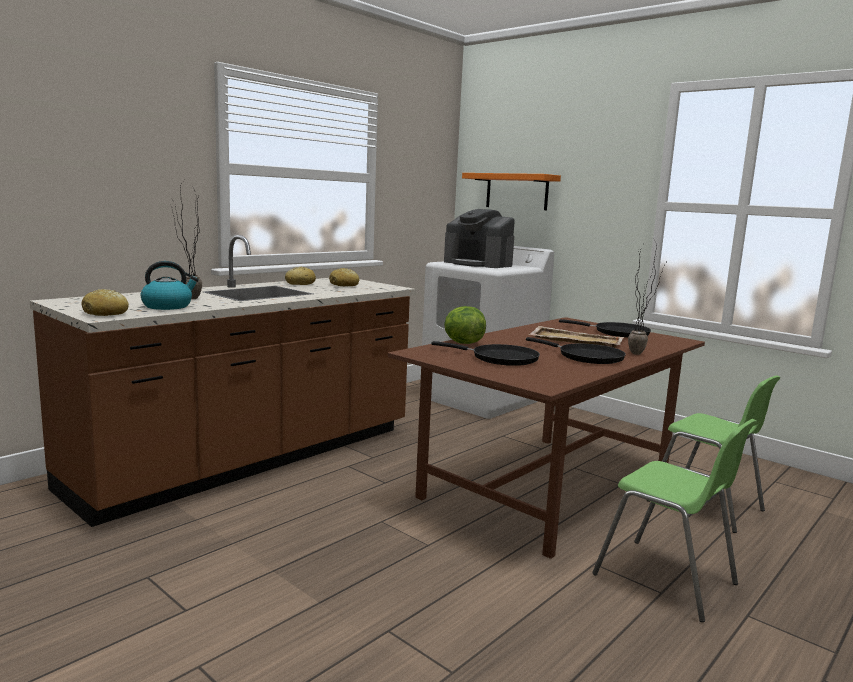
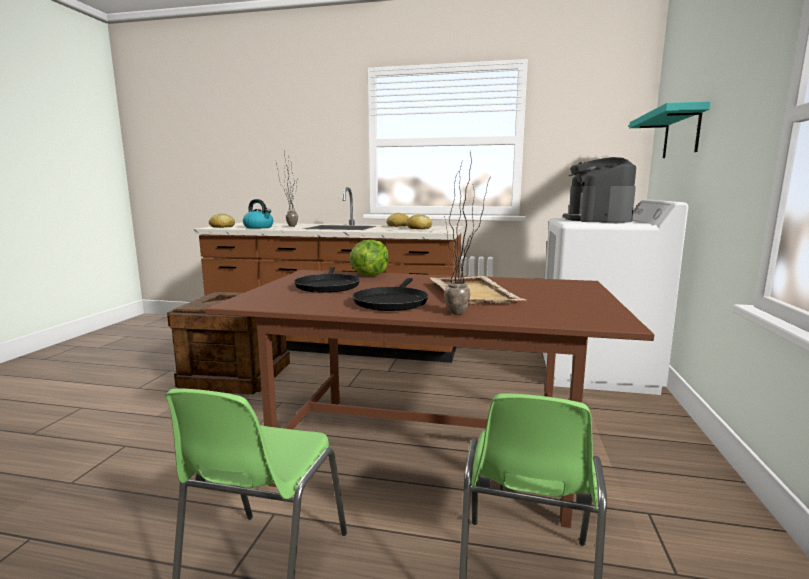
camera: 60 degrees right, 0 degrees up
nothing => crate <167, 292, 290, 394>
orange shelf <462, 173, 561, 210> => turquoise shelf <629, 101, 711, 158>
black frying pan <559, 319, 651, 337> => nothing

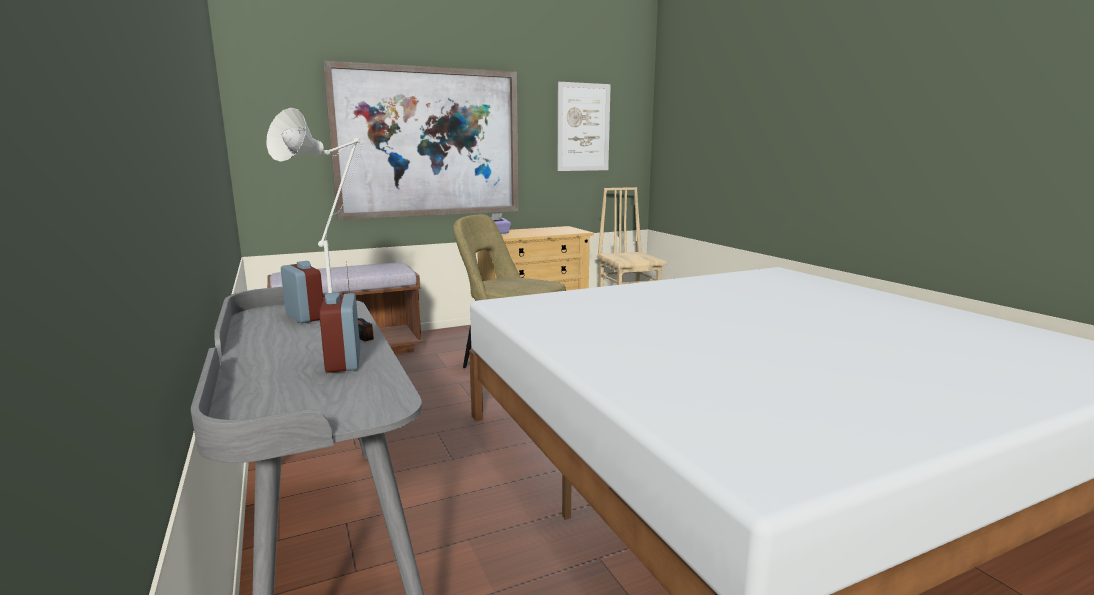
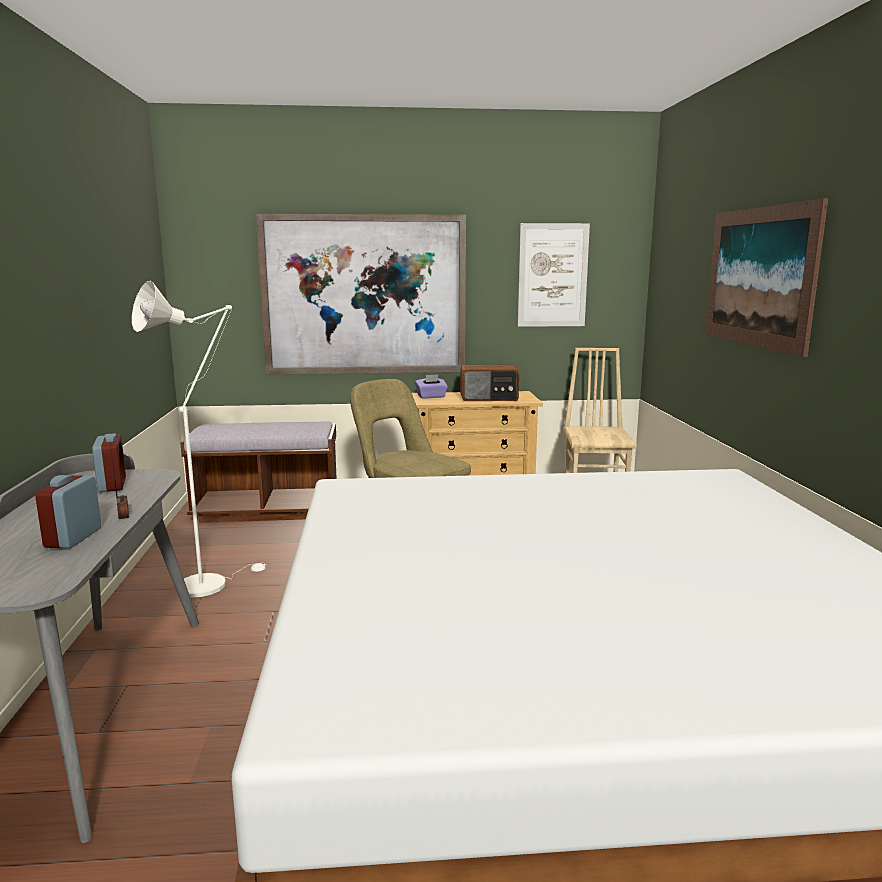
camera: 20 degrees right, 0 degrees up
nothing => radio <460, 365, 519, 401>
nothing => picture <705, 198, 828, 357>

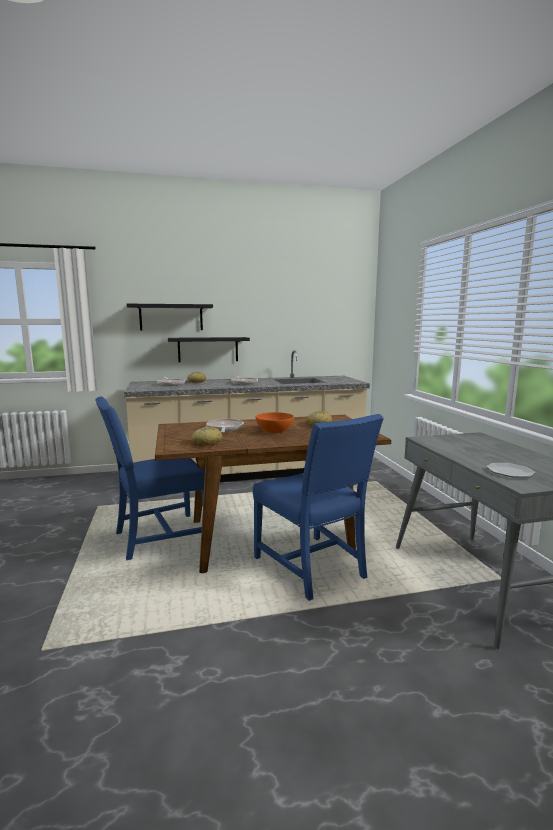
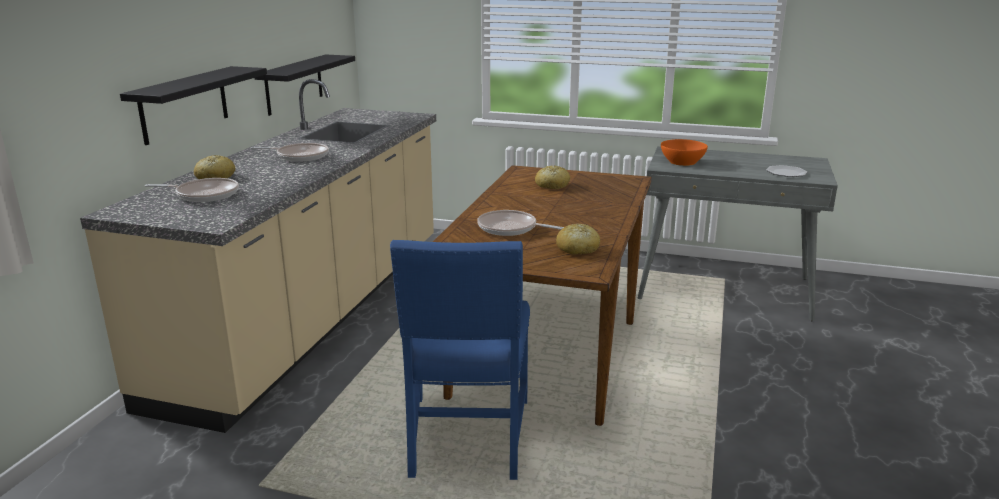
camera: 60 degrees left, 10 degrees up
black shelf <127, 304, 213, 330> => black shelf <254, 54, 355, 116>, moved
orange bowl <256, 412, 294, 434> => orange bowl <661, 139, 708, 166>, moved
blue chair <253, 414, 384, 601> => nothing

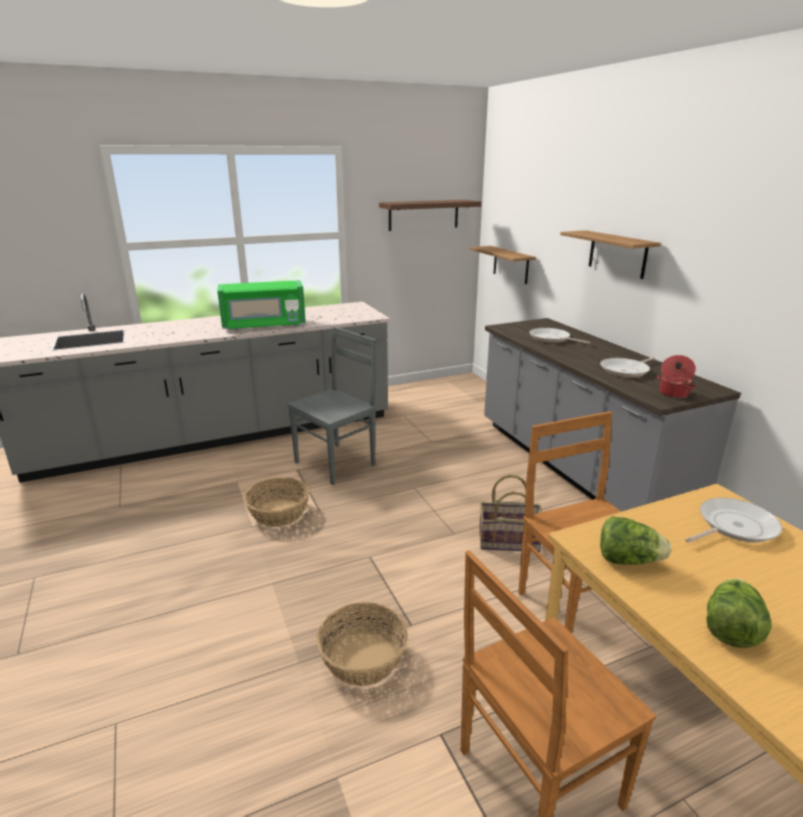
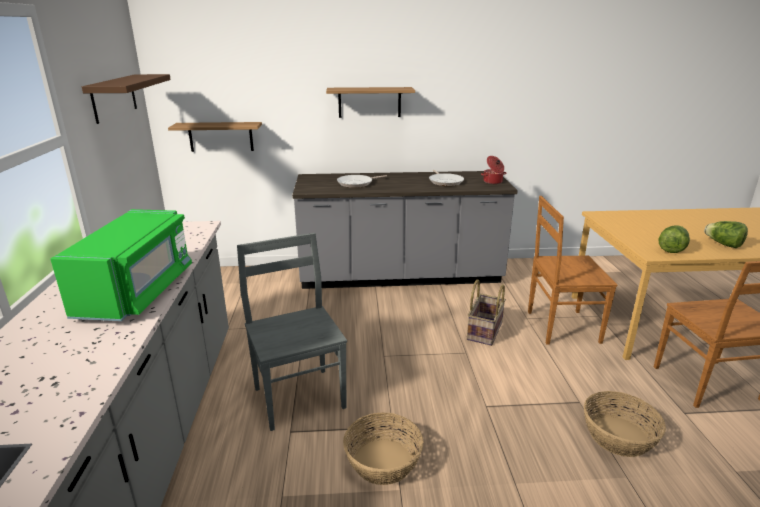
camera: 70 degrees left, 0 degrees up
frying pan <685, 498, 782, 543> => nothing

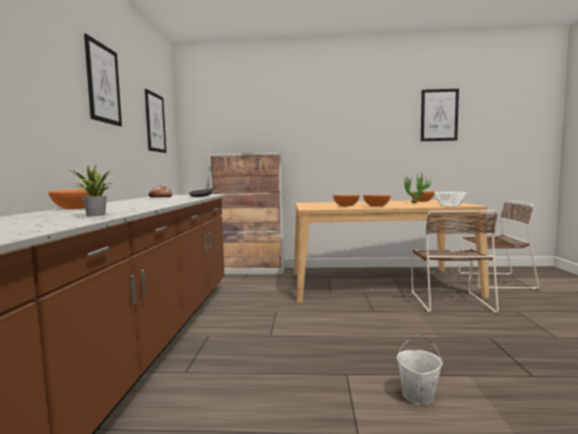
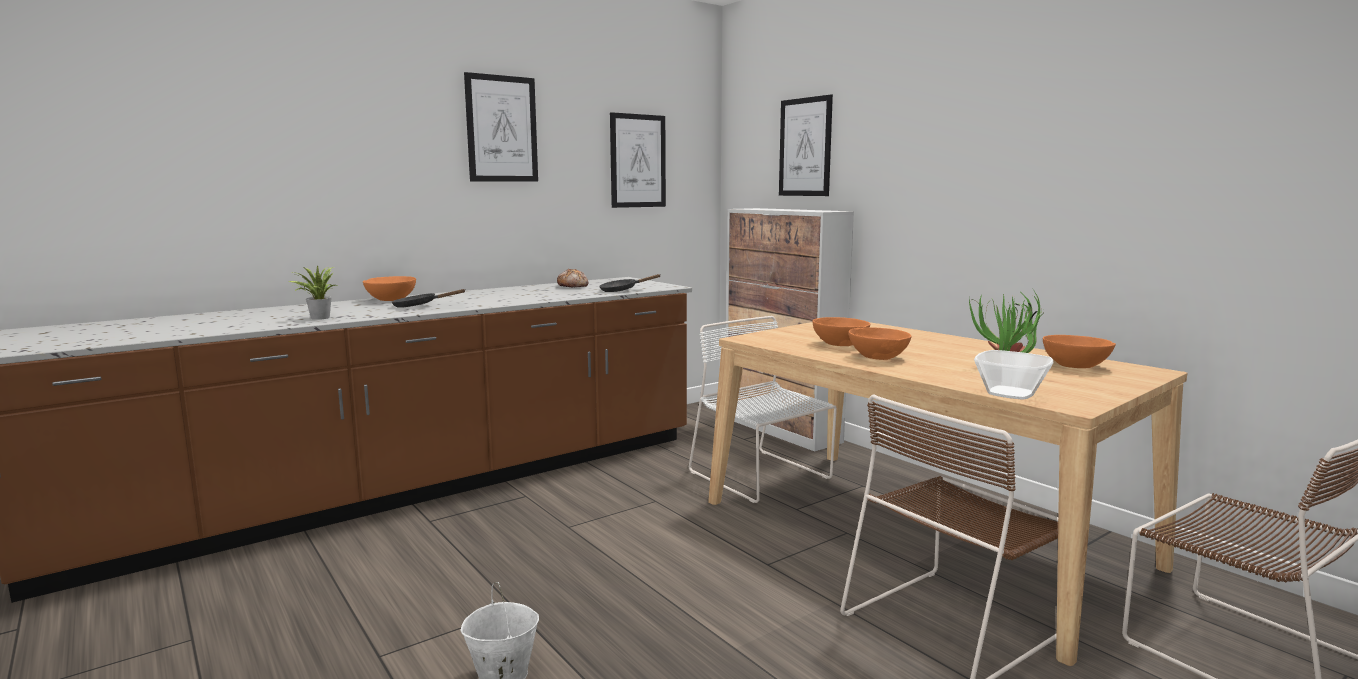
camera: 50 degrees right, 5 degrees up
nothing => black frying pan <392, 289, 465, 308>
nothing => white chair <689, 316, 837, 503>
picture <421, 89, 459, 141> => picture <779, 94, 833, 196>, moved

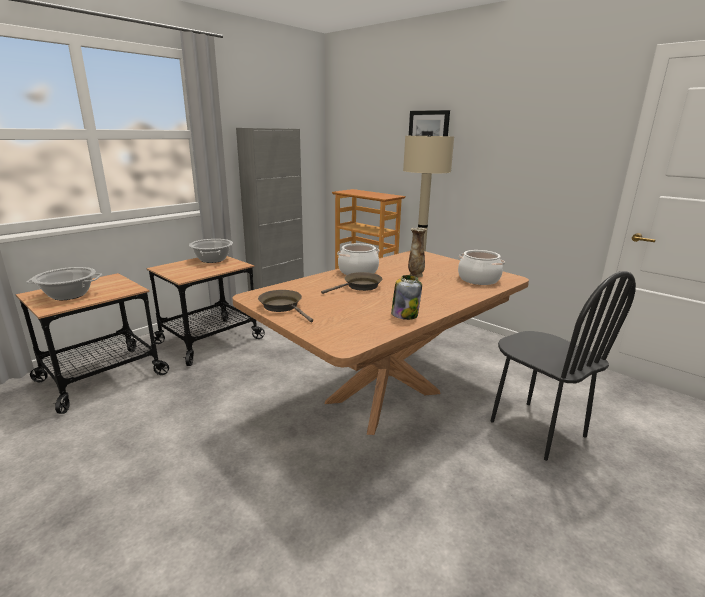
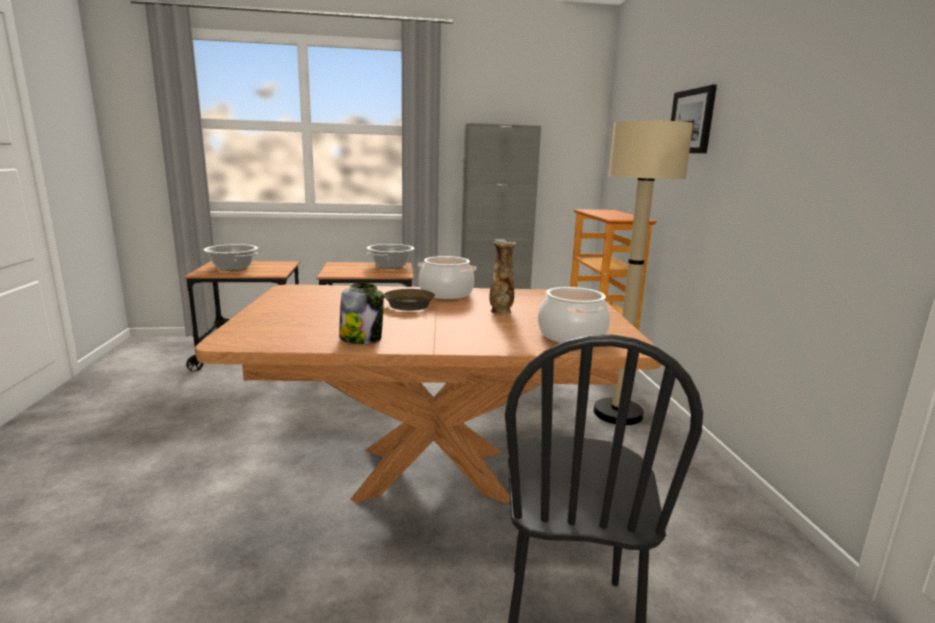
camera: 40 degrees right, 5 degrees down
brown frying pan <258, 290, 313, 322> => nothing

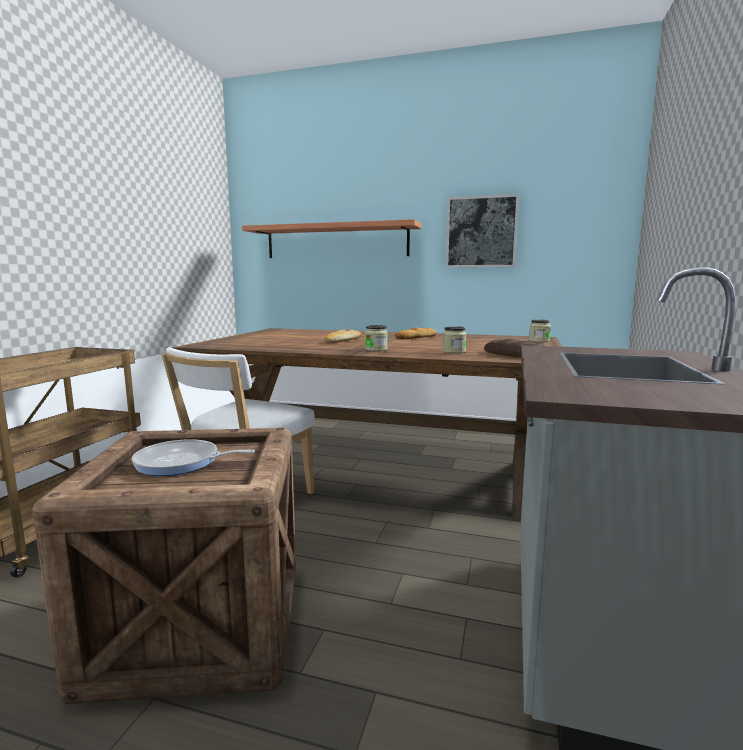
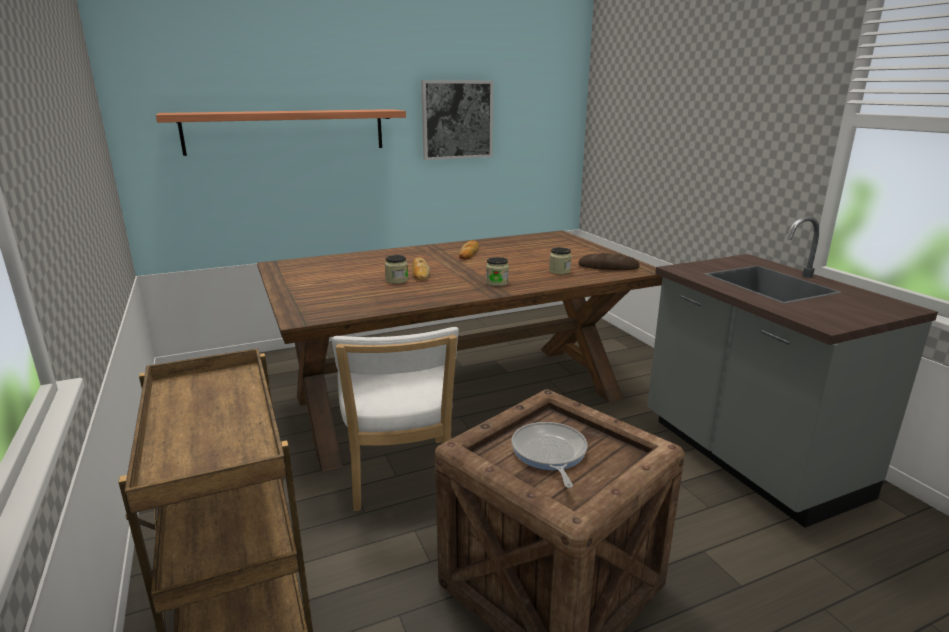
camera: 40 degrees left, 10 degrees up
jar <529, 320, 551, 342> => jar <385, 255, 408, 284>, moved
frying pan <132, 439, 255, 476> => frying pan <512, 422, 588, 488>, 120 degrees clockwise

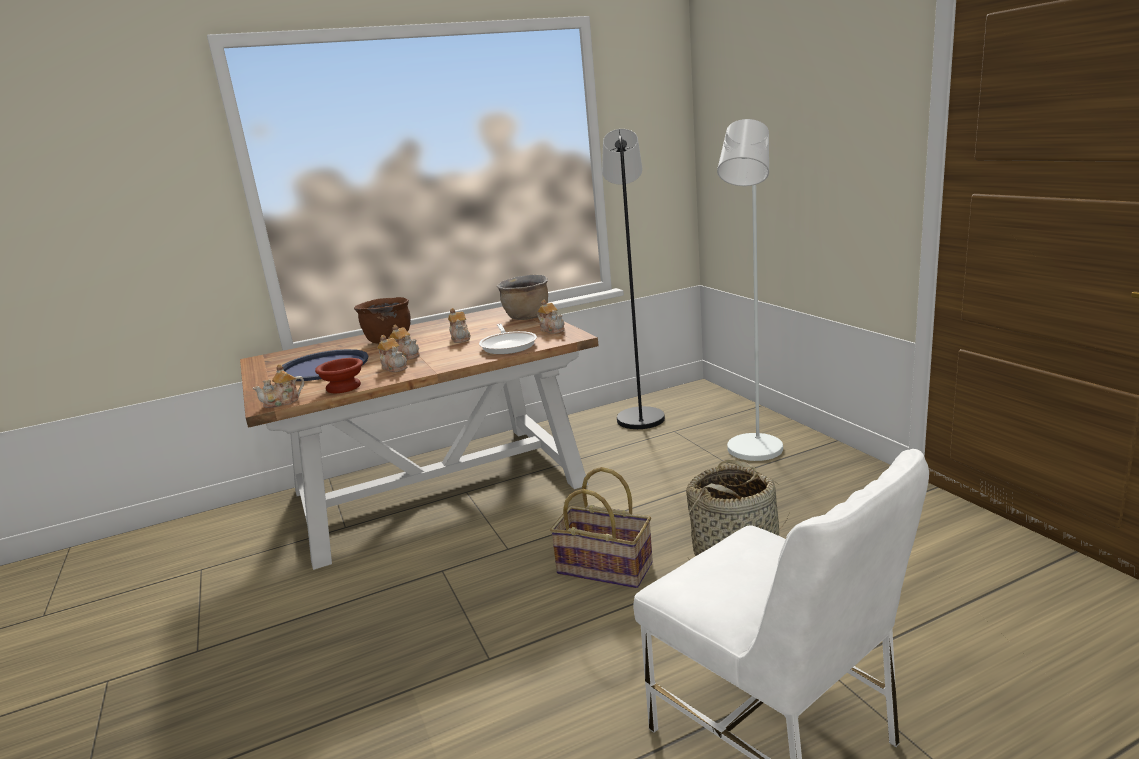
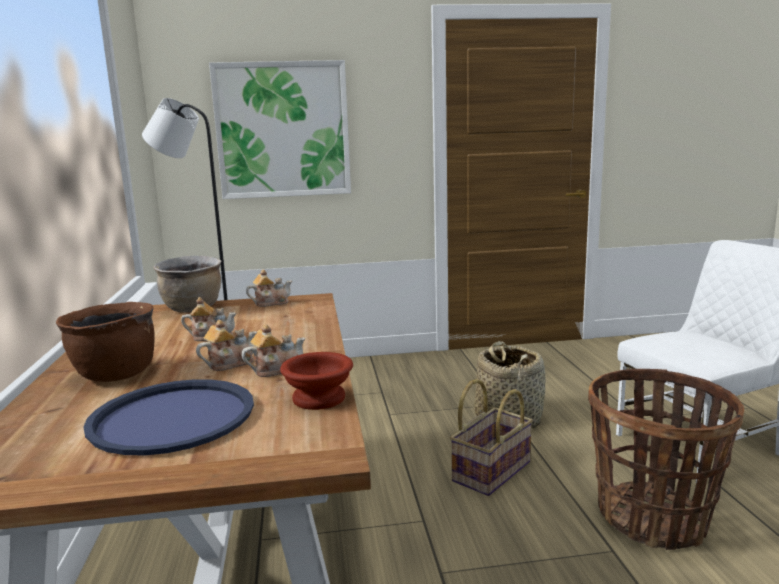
camera: 75 degrees left, 5 degrees down
nothing => picture <209, 60, 351, 199>
nothing => basket <588, 369, 744, 550>
teapot <252, 364, 304, 408> => nothing
frying pan <479, 324, 537, 354> => nothing
white floor lamp <717, 119, 783, 461> => nothing

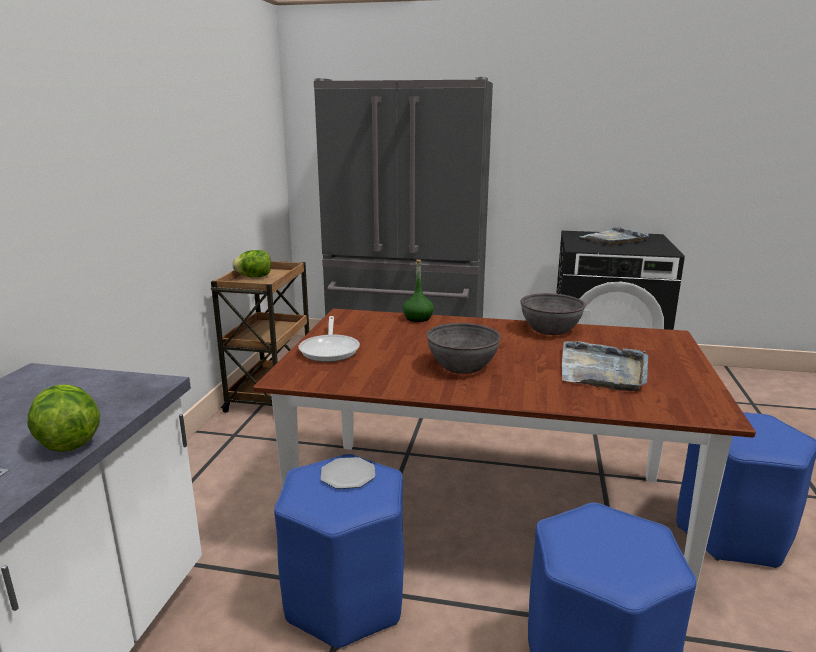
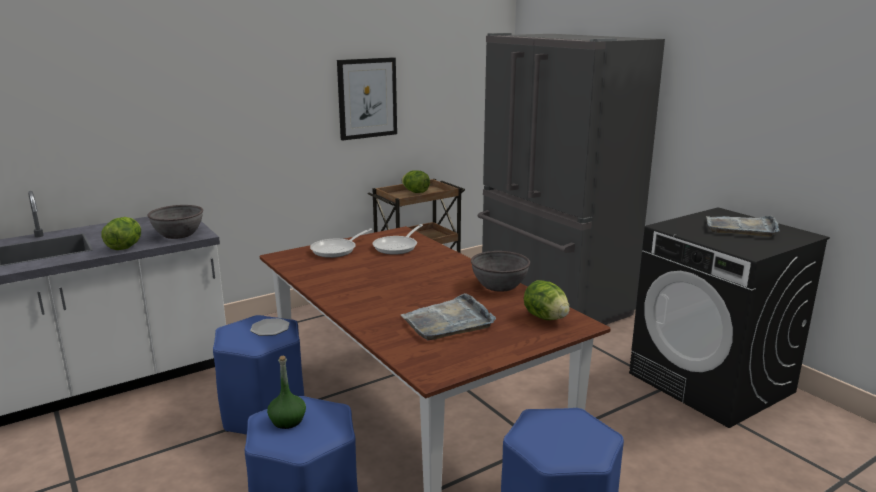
camera: 45 degrees right, 0 degrees up
grey bowl <426, 323, 501, 374> => grey bowl <147, 205, 203, 239>, moved
green bottle <403, 260, 434, 322> => green bottle <267, 356, 306, 429>, moved
nothing => picture <337, 57, 397, 141>
nothing => frying pan <372, 224, 423, 255>
nothing => lettuce <524, 280, 570, 320>

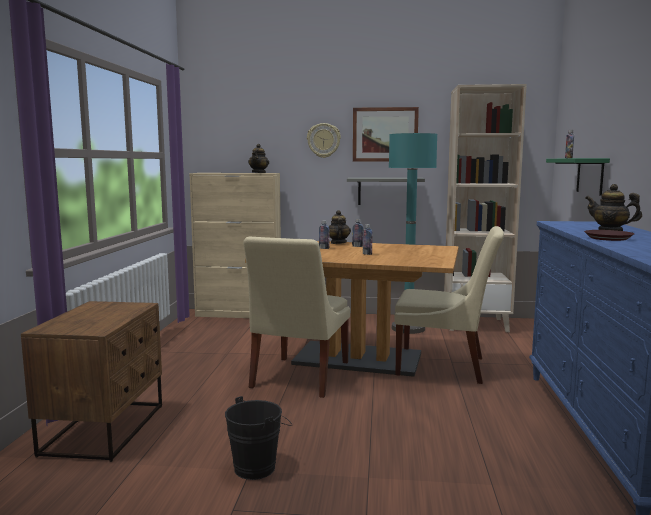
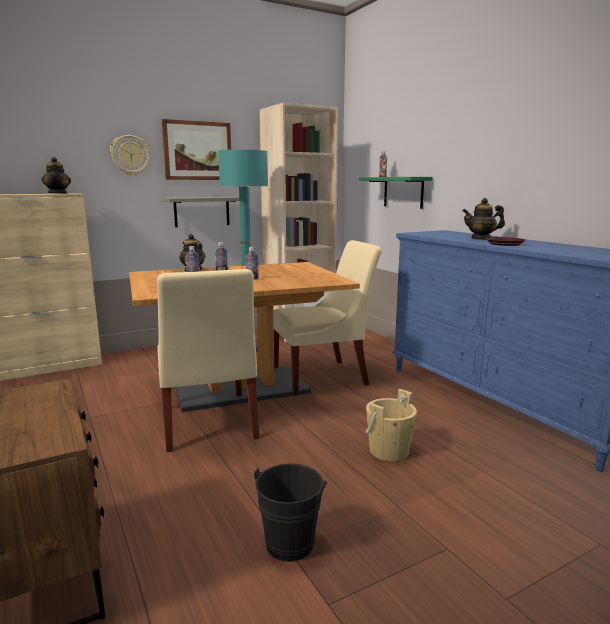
camera: 35 degrees left, 5 degrees up
nothing => beige bucket <366, 389, 417, 461>

